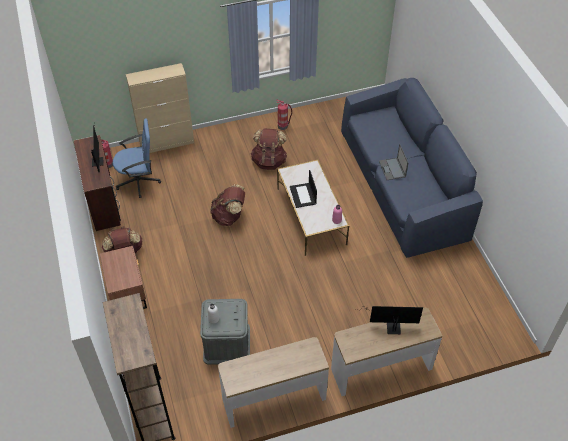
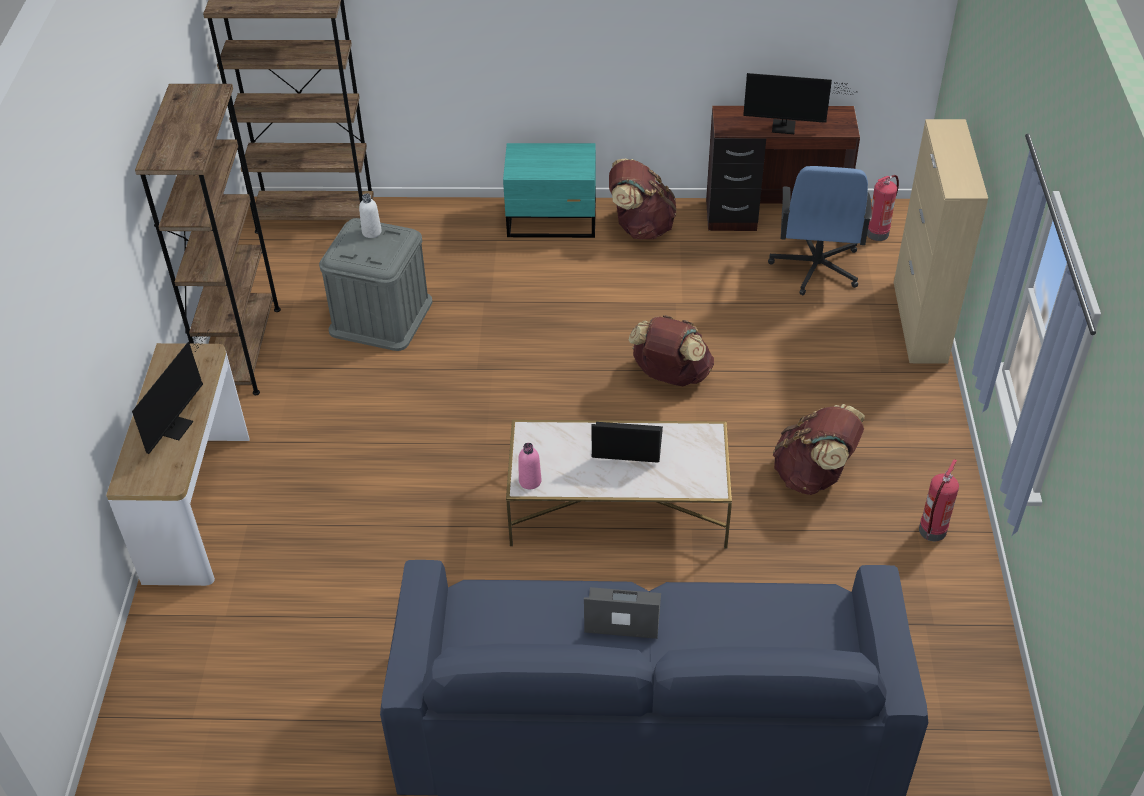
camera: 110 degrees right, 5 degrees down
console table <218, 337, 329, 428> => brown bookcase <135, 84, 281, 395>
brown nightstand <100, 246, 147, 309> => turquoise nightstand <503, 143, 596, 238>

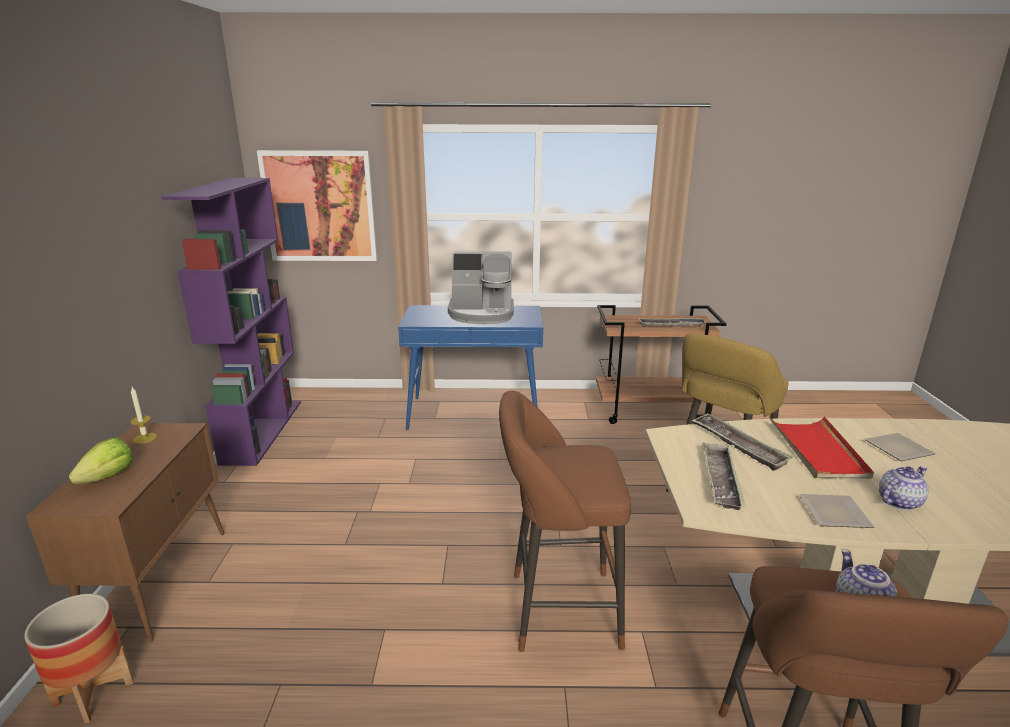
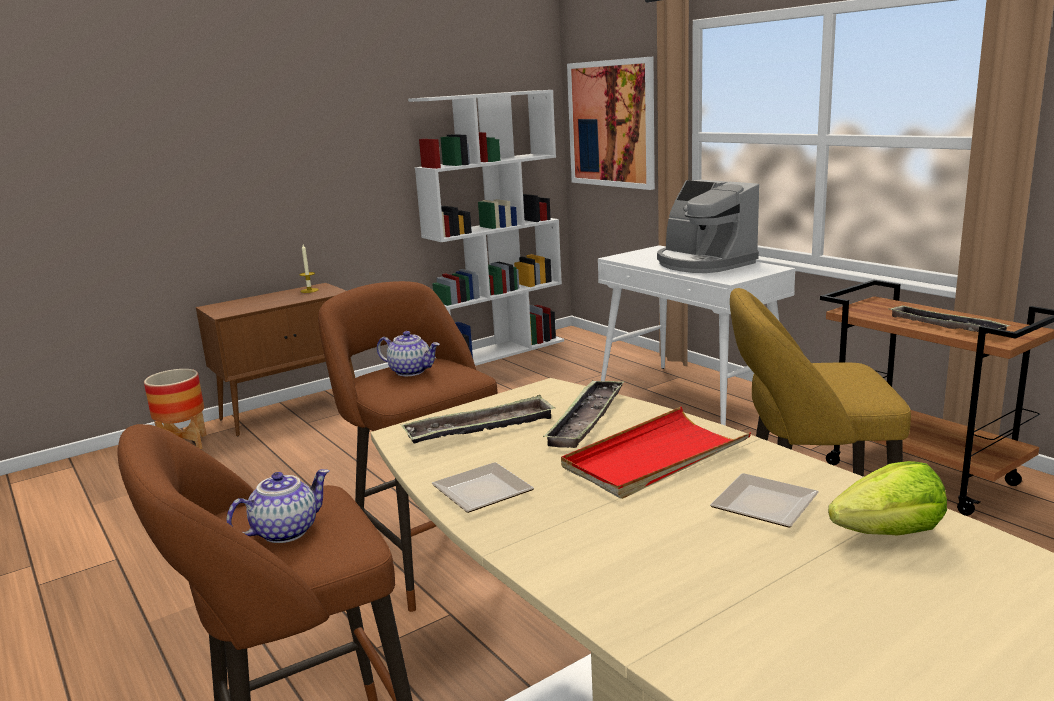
camera: 55 degrees right, 5 degrees down
teapot <879, 466, 929, 510> => teapot <377, 331, 440, 376>, moved
purple bookcase <162, 178, 301, 466> => white bookcase <408, 90, 564, 366>
blue console table <398, 305, 543, 430> => white console table <598, 245, 795, 426>
lettuce <69, 437, 133, 484> => lettuce <828, 461, 947, 535>, moved

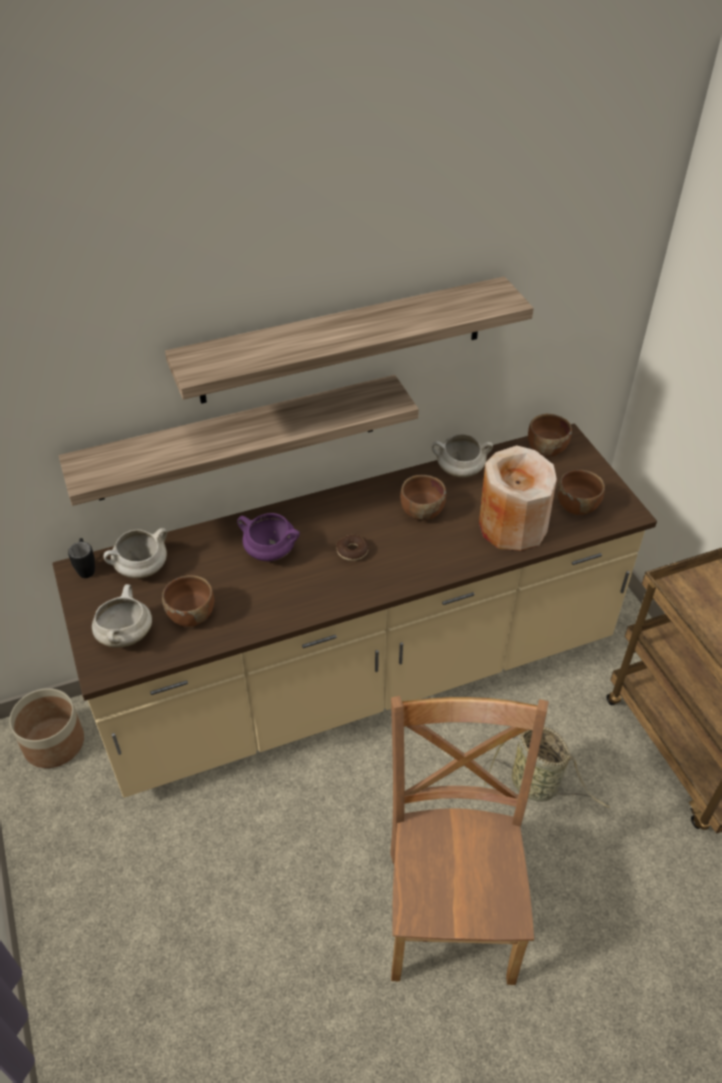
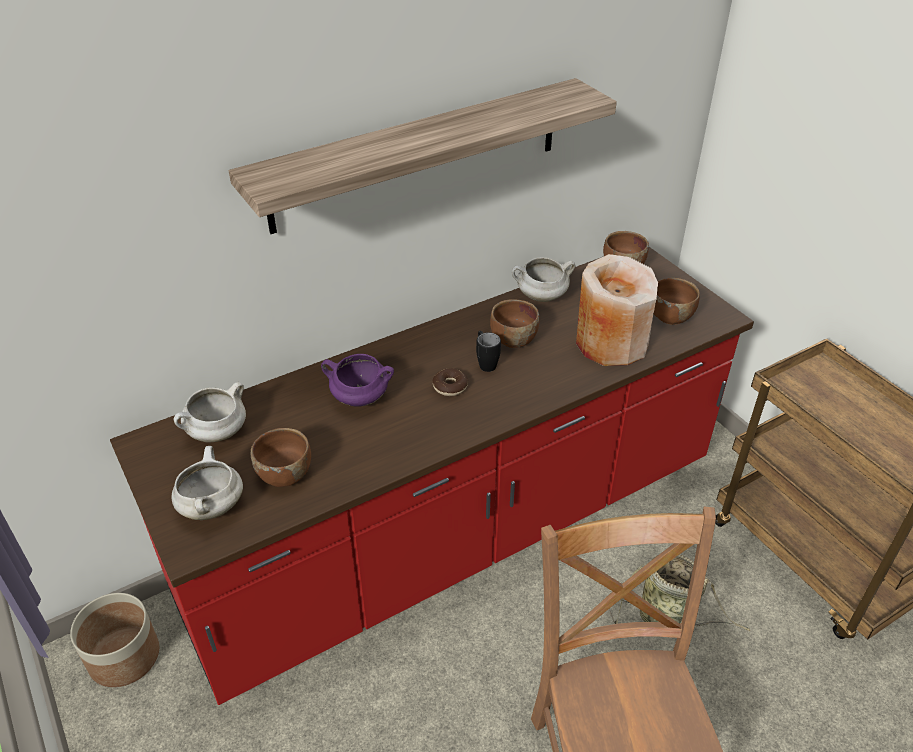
camera: 10 degrees left, 5 degrees down
beige counter <52, 424, 657, 798> => red counter <110, 247, 754, 705>
black mug <68, 538, 95, 578> => black mug <476, 331, 501, 372>, moved
shelf <59, 375, 419, 506> => nothing

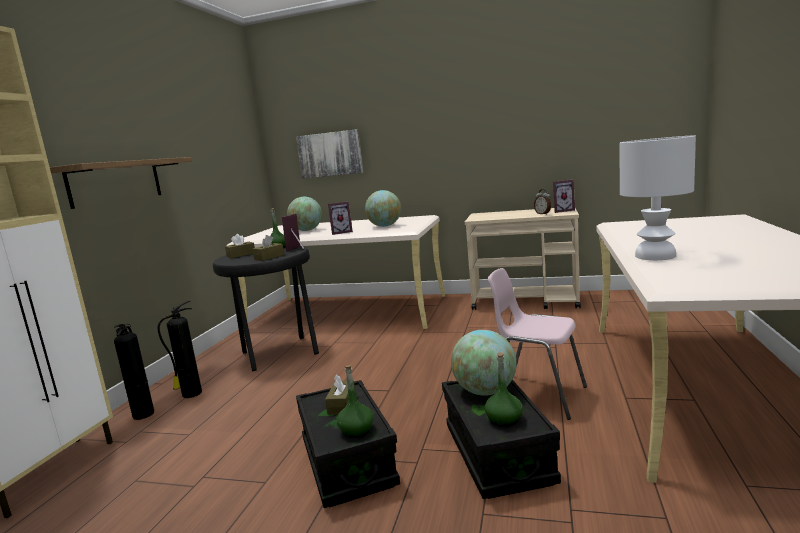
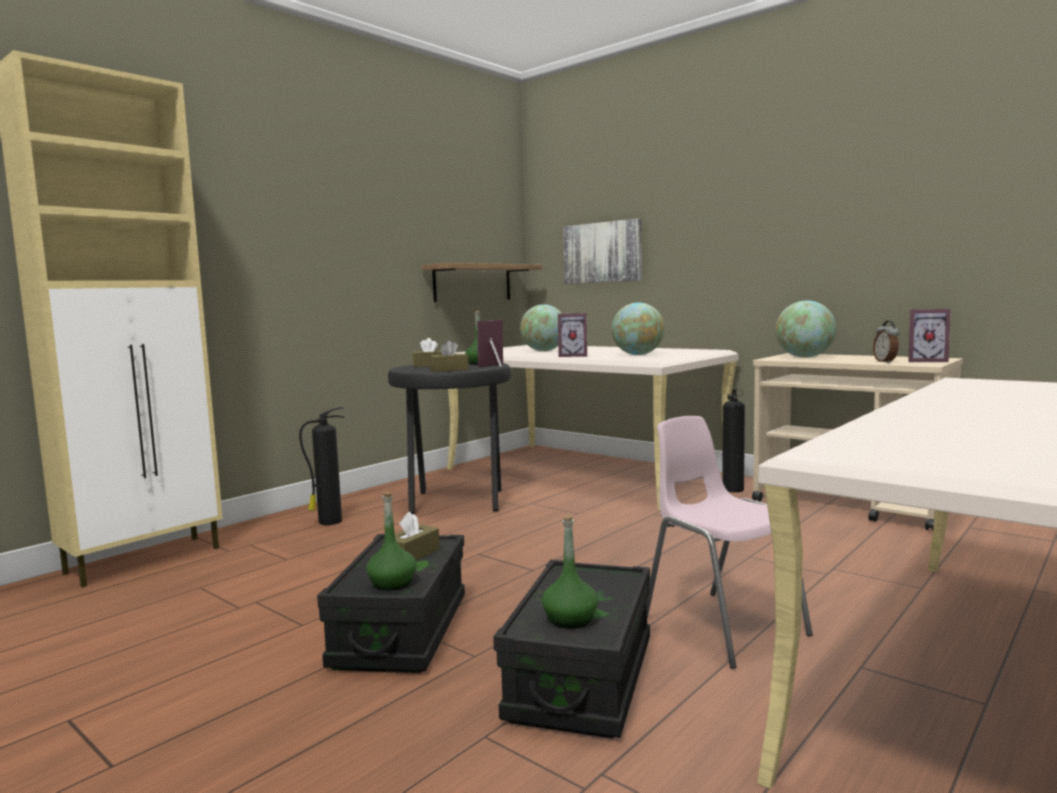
camera: 25 degrees right, 5 degrees down
shelf <50, 157, 192, 209> => shelf <422, 263, 542, 302>, moved
fire extinguisher <114, 324, 154, 420> => fire extinguisher <722, 389, 745, 492>, moved
globe <451, 330, 517, 396> => globe <776, 301, 836, 358>, moved
white table lamp <620, 135, 696, 260> => nothing

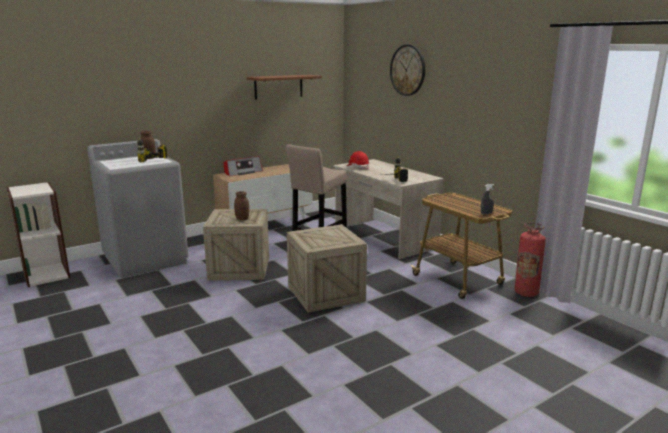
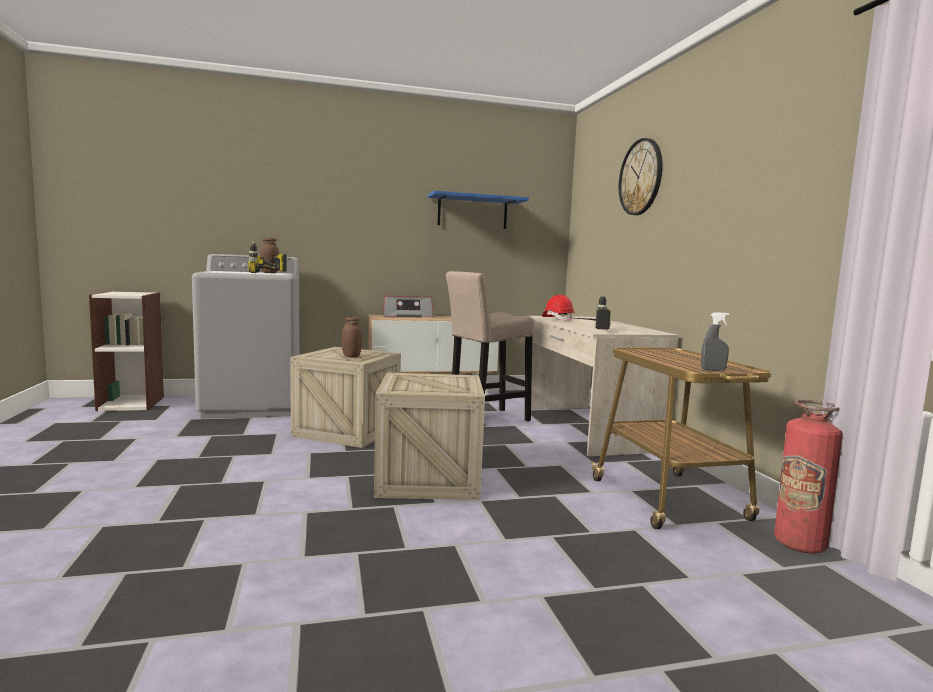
camera: 20 degrees right, 10 degrees down
brown shelf <246, 75, 322, 100> => blue shelf <428, 191, 529, 229>

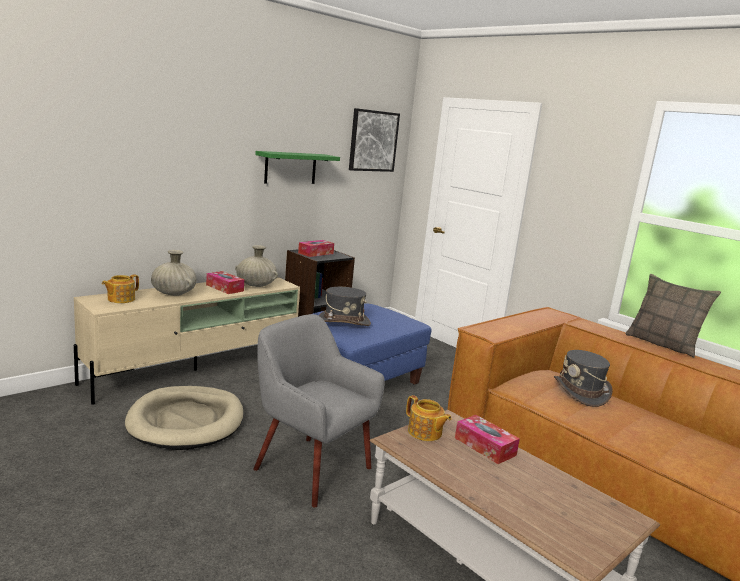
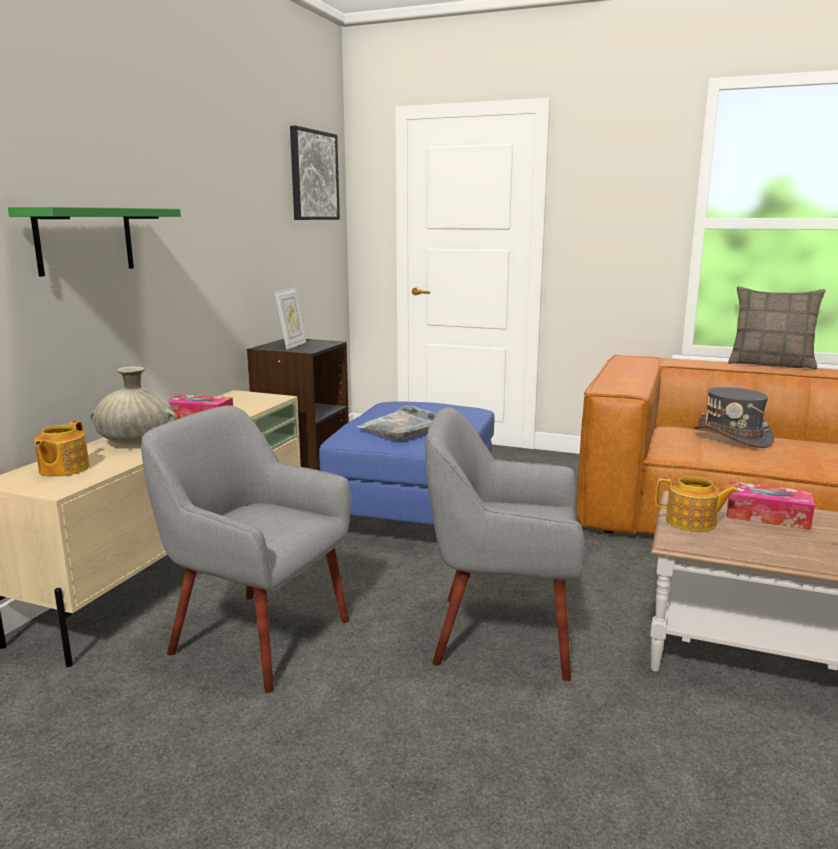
camera: 25 degrees left, 0 degrees up
green shelf <255, 151, 340, 184> => green shelf <8, 207, 181, 277>, moved
beige dog bed <125, 386, 243, 450> => grey armchair <141, 405, 351, 693>
tissue box <298, 240, 334, 257> => picture frame <275, 287, 306, 350>
grey hat <319, 287, 371, 326> => grey tray <356, 406, 437, 439>
beige vase <235, 245, 278, 287> => nothing

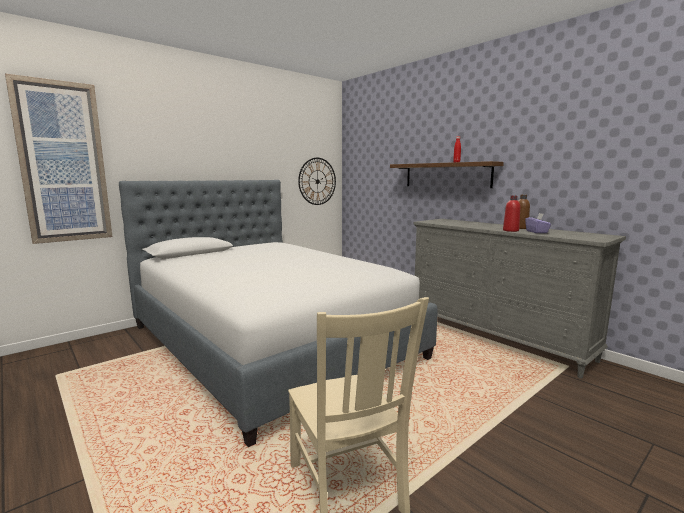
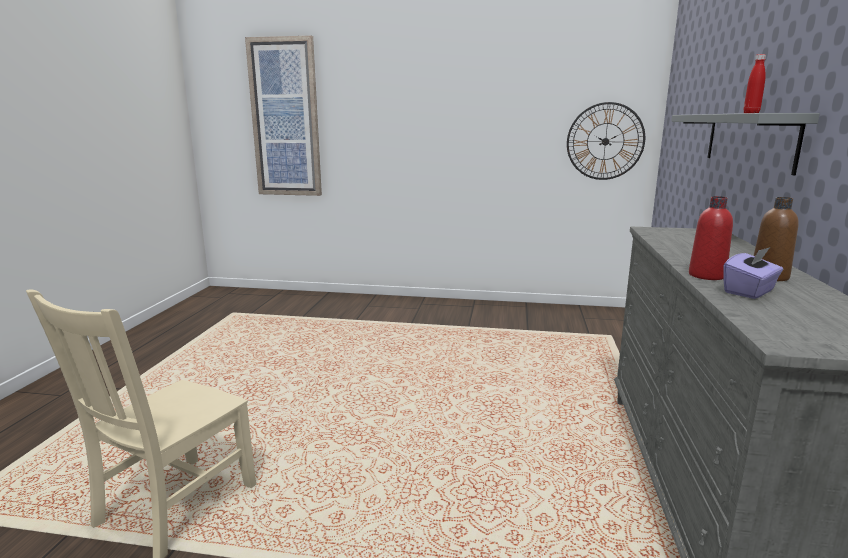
camera: 50 degrees right, 5 degrees up
brown shelf <390, 161, 504, 188> => grey shelf <671, 113, 820, 175>
bed <119, 180, 438, 447> => nothing

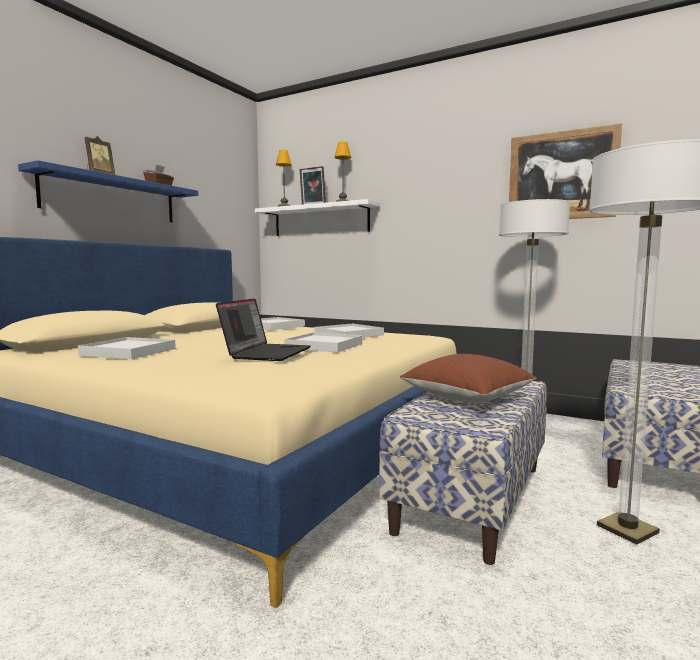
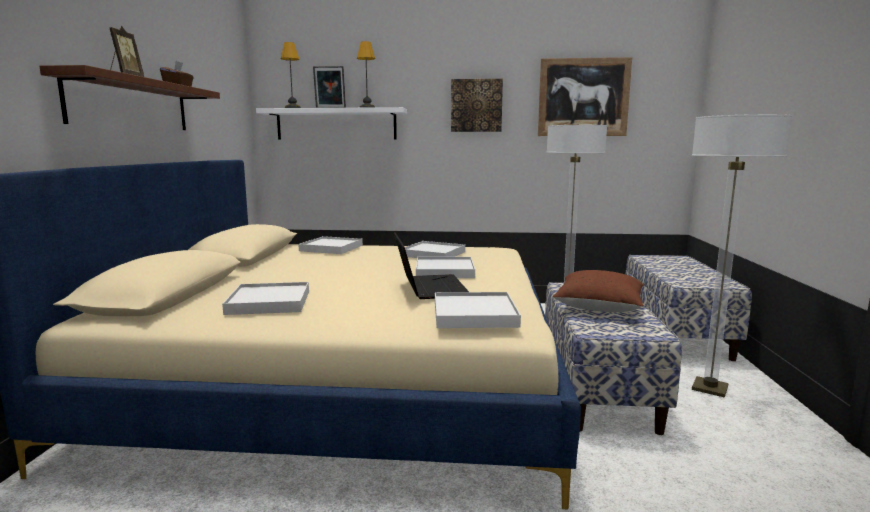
camera: 25 degrees left, 5 degrees up
blue shelf <18, 160, 198, 222> => brown shelf <39, 65, 220, 130>
nothing => white tray <435, 292, 521, 328>
nothing => picture <451, 79, 503, 132>

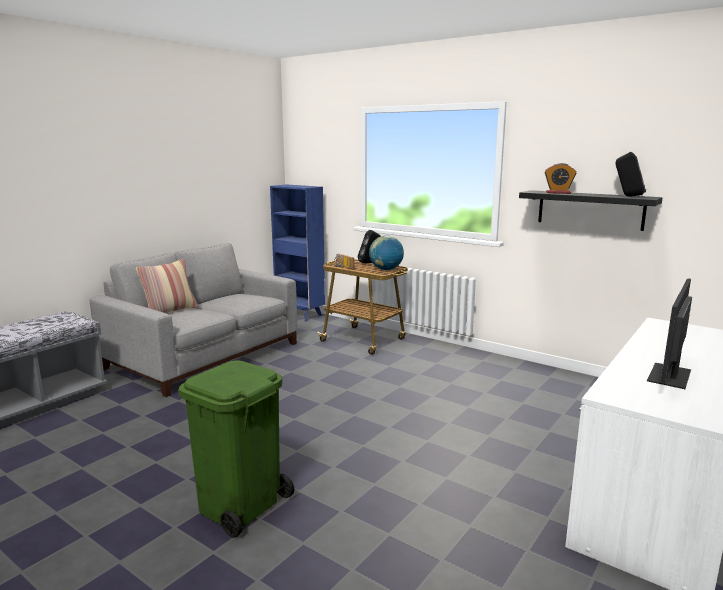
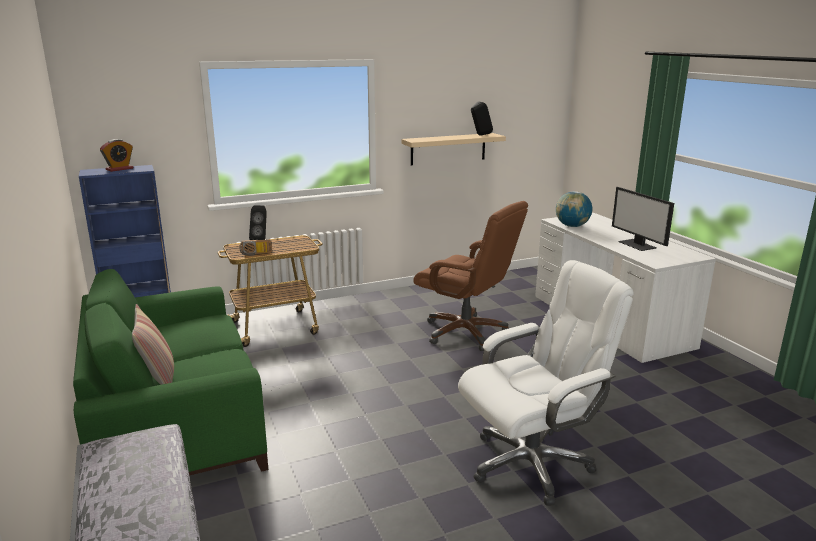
camera: 60 degrees left, 5 degrees up
grey sofa <90, 243, 297, 397> => green sofa <73, 269, 268, 476>
alarm clock <545, 163, 576, 194> => alarm clock <100, 139, 133, 172>, moved
black shelf <519, 190, 663, 231> => beige shelf <402, 133, 506, 165>
nothing => brown office chair <413, 201, 528, 351>
green trash can <178, 361, 294, 538> => white office chair <458, 260, 634, 506>
globe <369, 235, 404, 270> => globe <556, 191, 592, 227>, moved

